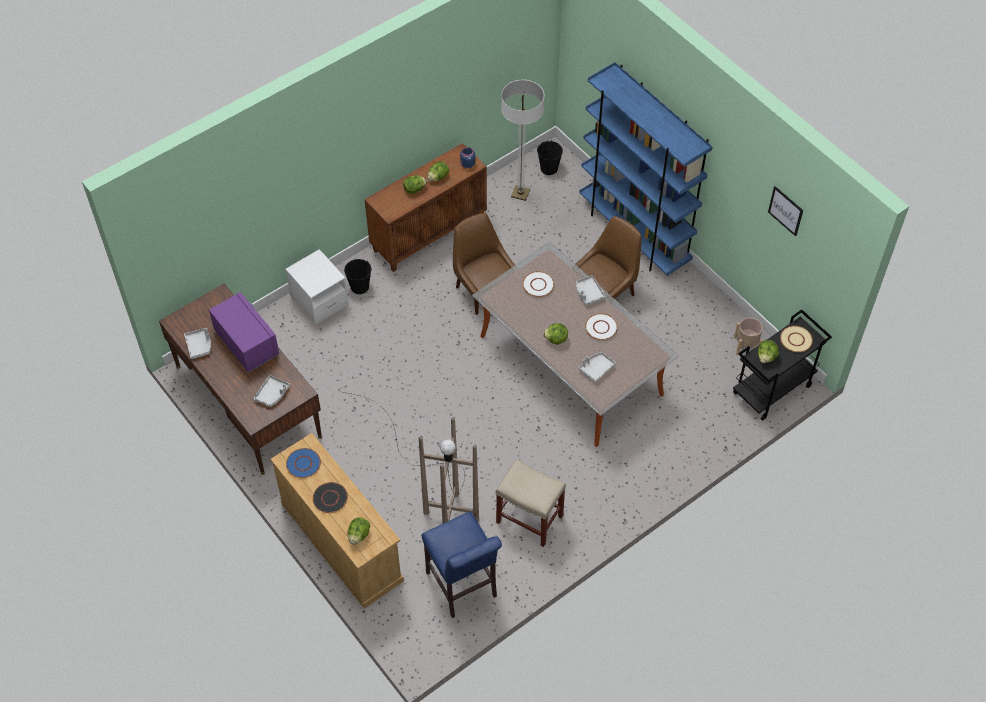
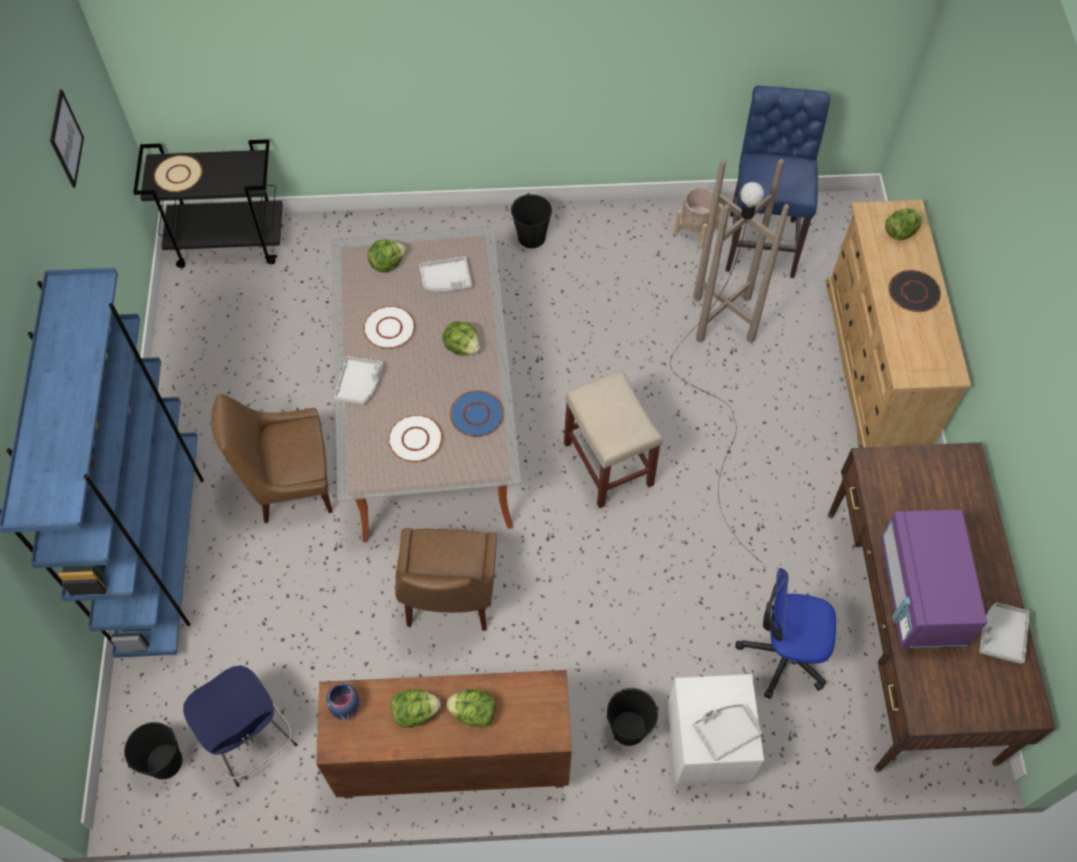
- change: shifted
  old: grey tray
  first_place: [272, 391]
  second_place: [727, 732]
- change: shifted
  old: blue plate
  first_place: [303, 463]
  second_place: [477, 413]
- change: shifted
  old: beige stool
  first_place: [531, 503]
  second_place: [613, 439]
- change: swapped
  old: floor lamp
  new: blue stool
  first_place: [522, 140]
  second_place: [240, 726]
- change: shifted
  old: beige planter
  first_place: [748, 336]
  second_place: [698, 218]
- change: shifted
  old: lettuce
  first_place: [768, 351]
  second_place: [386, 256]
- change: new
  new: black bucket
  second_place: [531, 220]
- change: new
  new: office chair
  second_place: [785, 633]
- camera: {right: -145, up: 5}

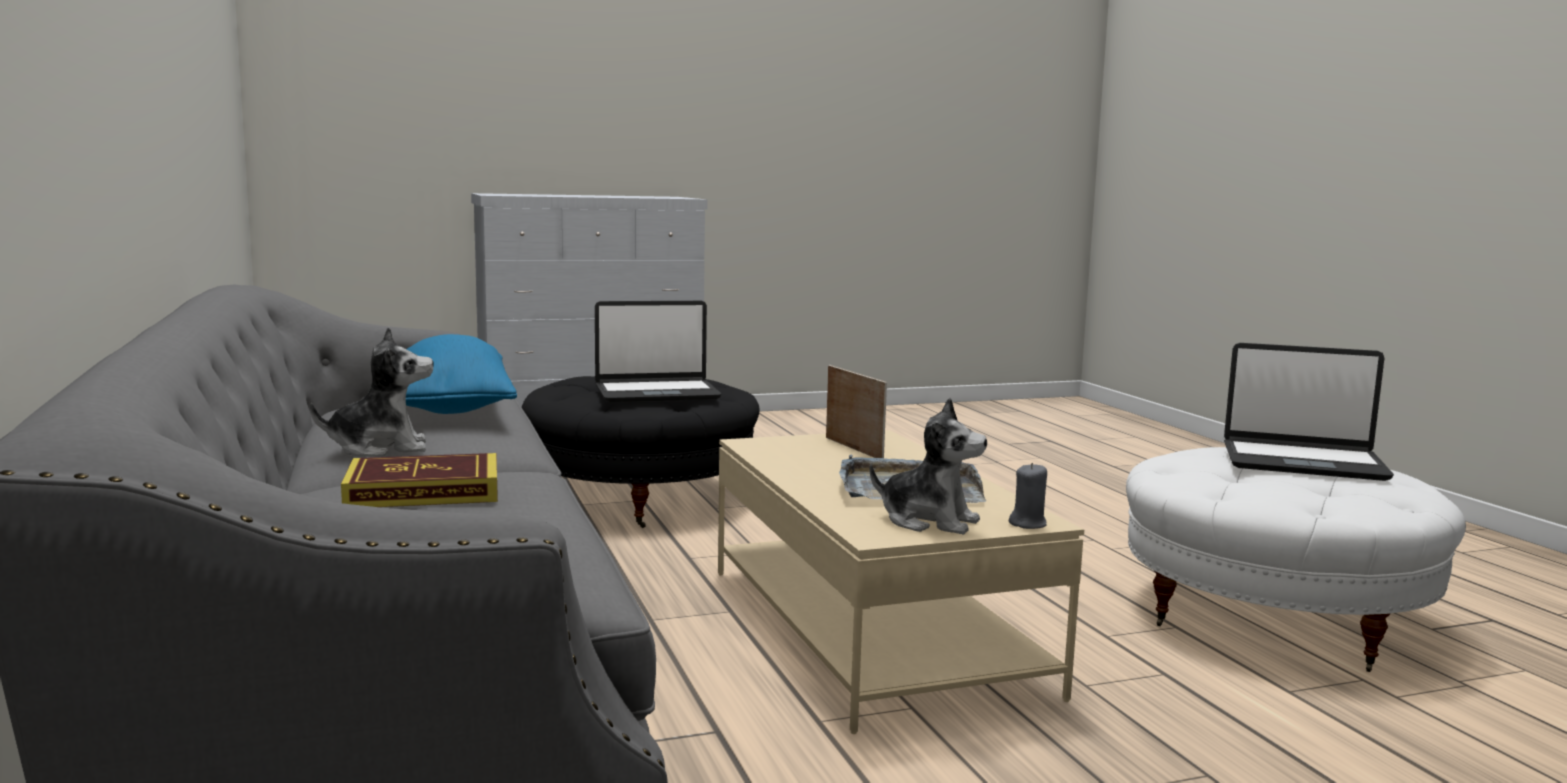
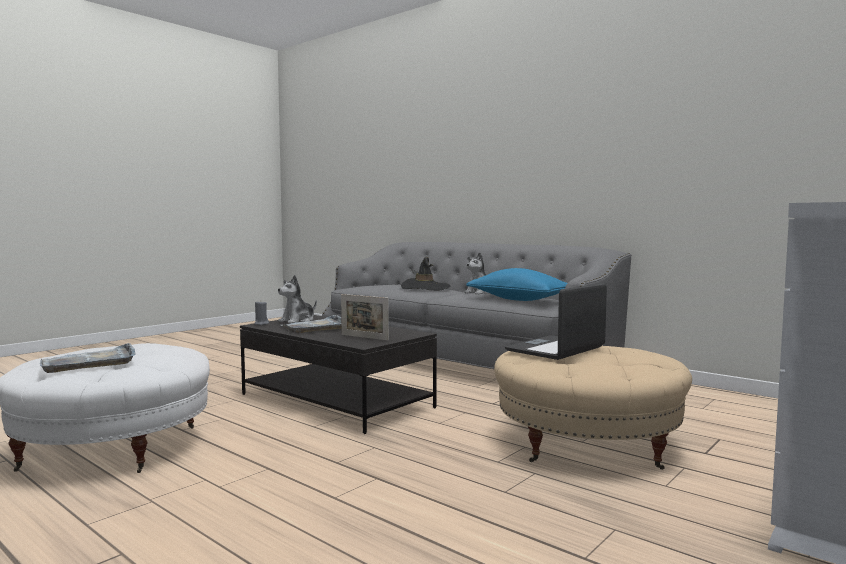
- change: swapped
  old: book
  new: black hat
  first_place: [419, 480]
  second_place: [425, 274]
- change: repainted
  old: black ottoman
  new: beige ottoman
  first_place: [641, 452]
  second_place: [593, 408]
- change: repainted
  old: beige coffee table
  new: black coffee table
  first_place: [901, 582]
  second_place: [338, 374]
- change: rotated
  old: plush toy
  first_place: [928, 466]
  second_place: [297, 299]
  degrees: -45
- change: swapped
  old: laptop
  new: grey tray
  first_place: [1309, 412]
  second_place: [88, 358]
- camera: {right: 150, up: -5}

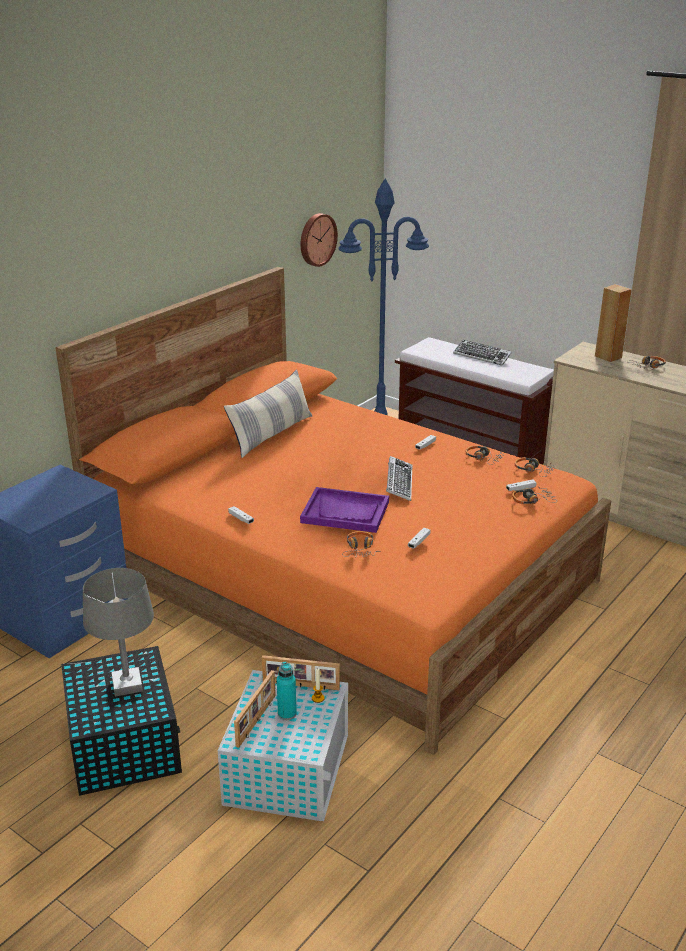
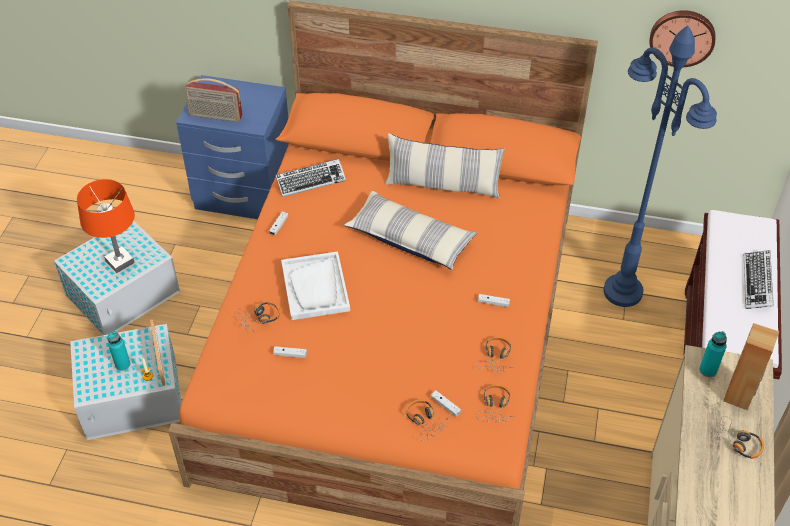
- change: repainted
  old: black storage box
  new: white storage box
  first_place: [121, 721]
  second_place: [117, 278]
- change: repainted
  old: grey table lamp
  new: orange table lamp
  first_place: [118, 632]
  second_place: [106, 226]
- change: gone
  old: picture frame
  first_place: [255, 709]
- change: repainted
  old: purple tray
  new: white tray
  first_place: [344, 510]
  second_place: [315, 285]
- change: shifted
  old: keyboard
  first_place: [399, 478]
  second_place: [310, 178]
- change: new
  new: radio
  second_place: [214, 100]
- change: new
  new: pillow
  second_place: [410, 230]
- change: new
  new: turquoise bottle
  second_place: [713, 354]
- camera: {right: 65, up: 20}

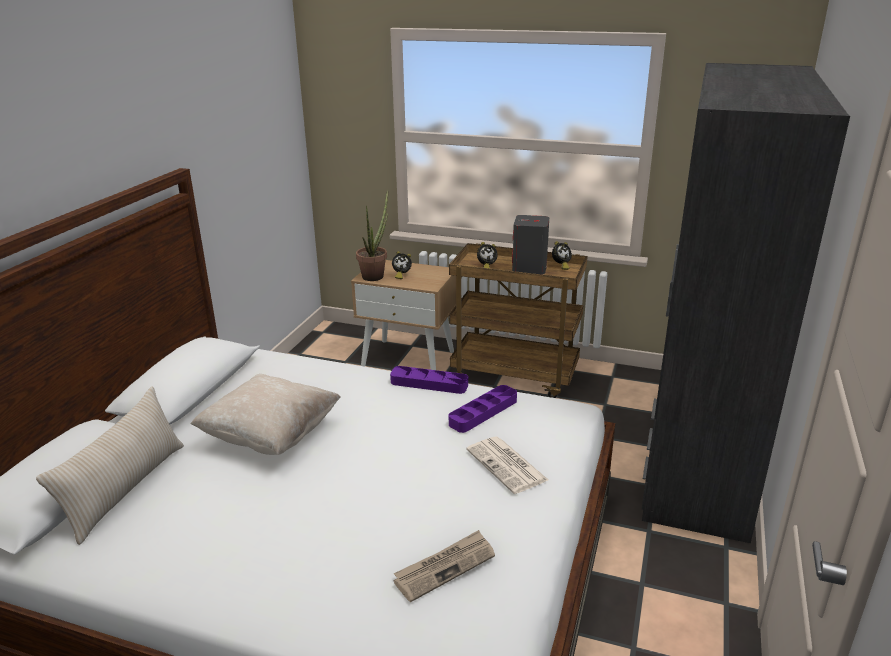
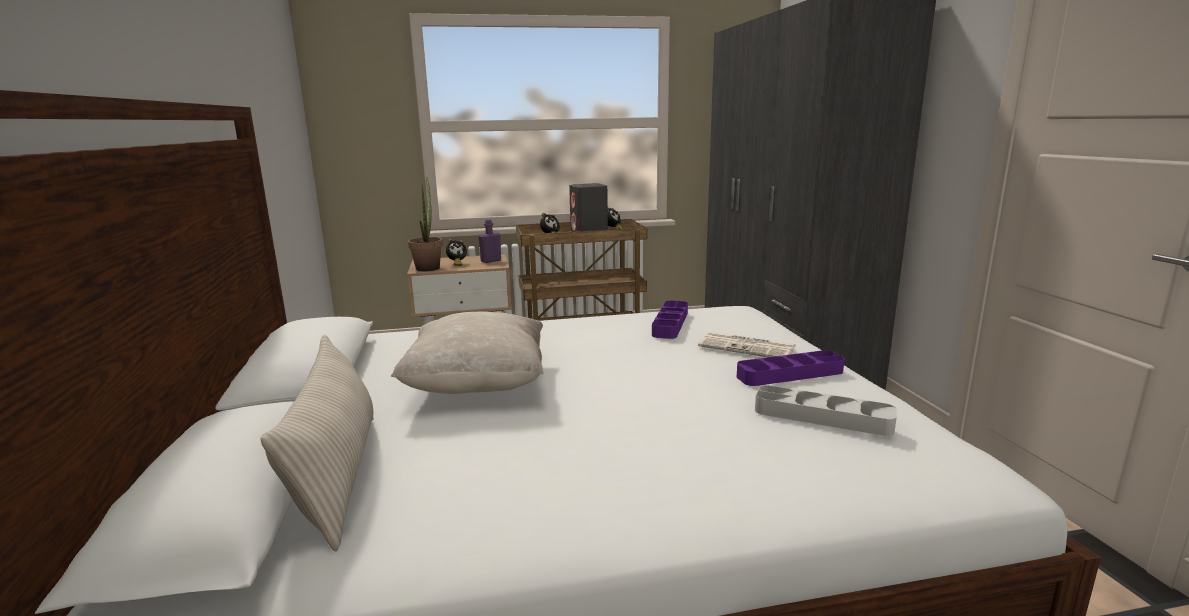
- change: shifted
  old: purple tray
  first_place: [429, 380]
  second_place: [791, 368]
- change: swapped
  old: newspaper
  new: grey tray
  first_place: [444, 566]
  second_place: [826, 410]
- change: new
  new: purple bottle
  second_place: [489, 241]
- camera: {right: -30, up: -10}

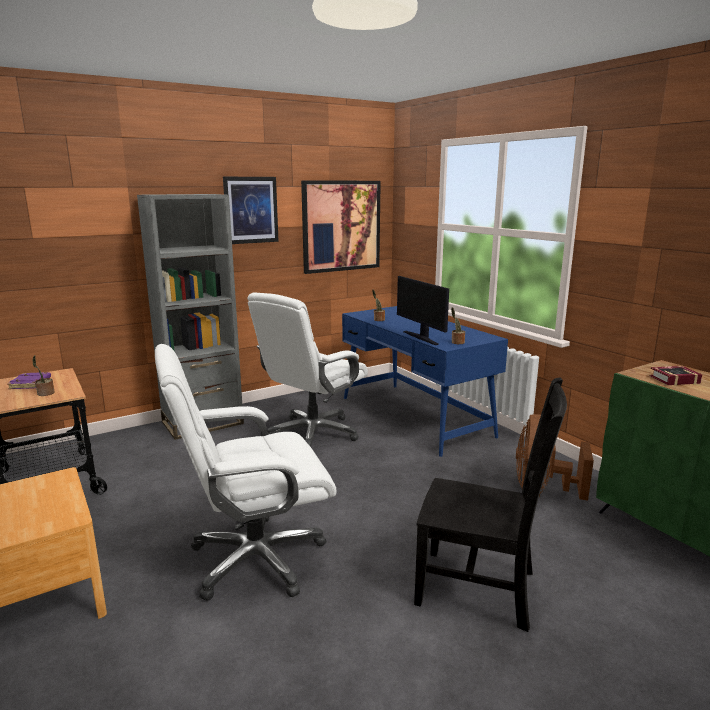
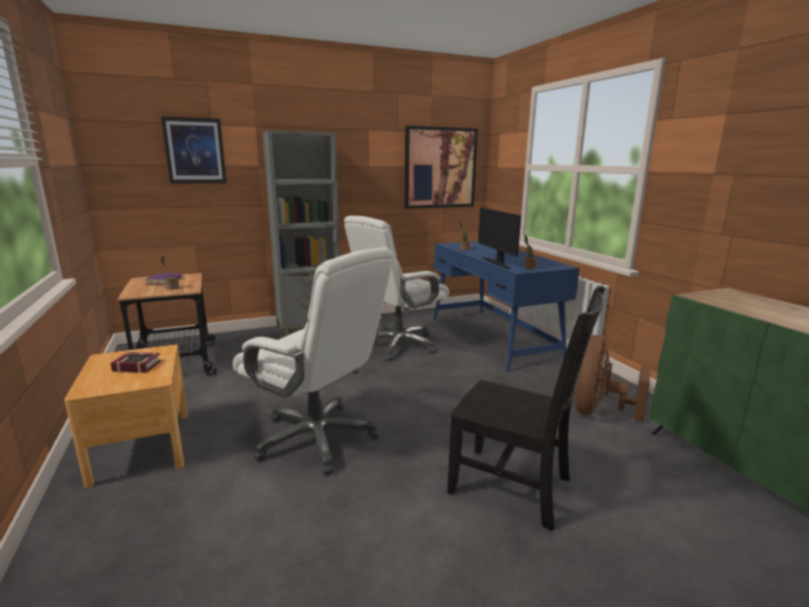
- change: rotated
  old: white office chair
  first_place: [246, 472]
  second_place: [313, 361]
  degrees: -135
- change: shifted
  old: picture
  first_place: [251, 210]
  second_place: [194, 150]
- change: shifted
  old: book
  first_place: [675, 376]
  second_place: [135, 362]
- camera: {right: 10, up: 0}

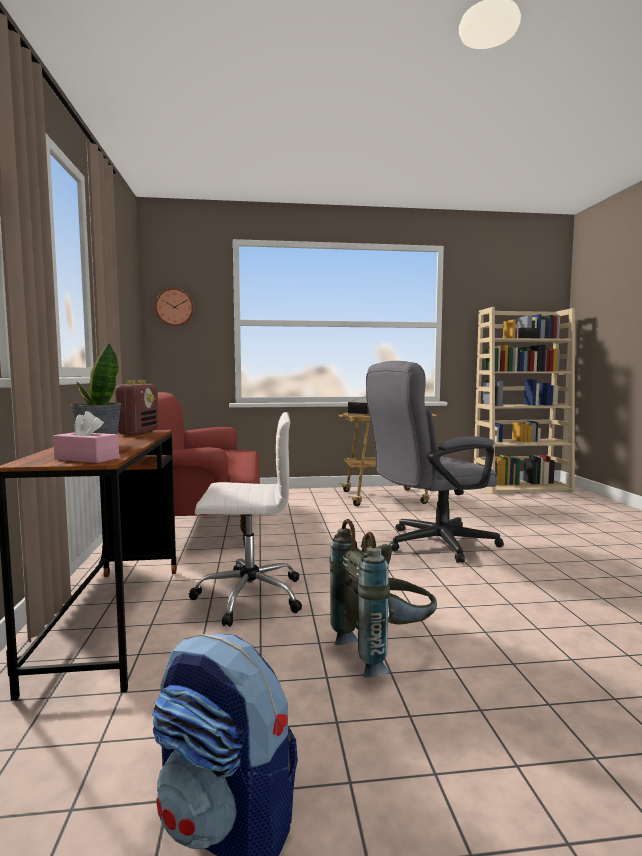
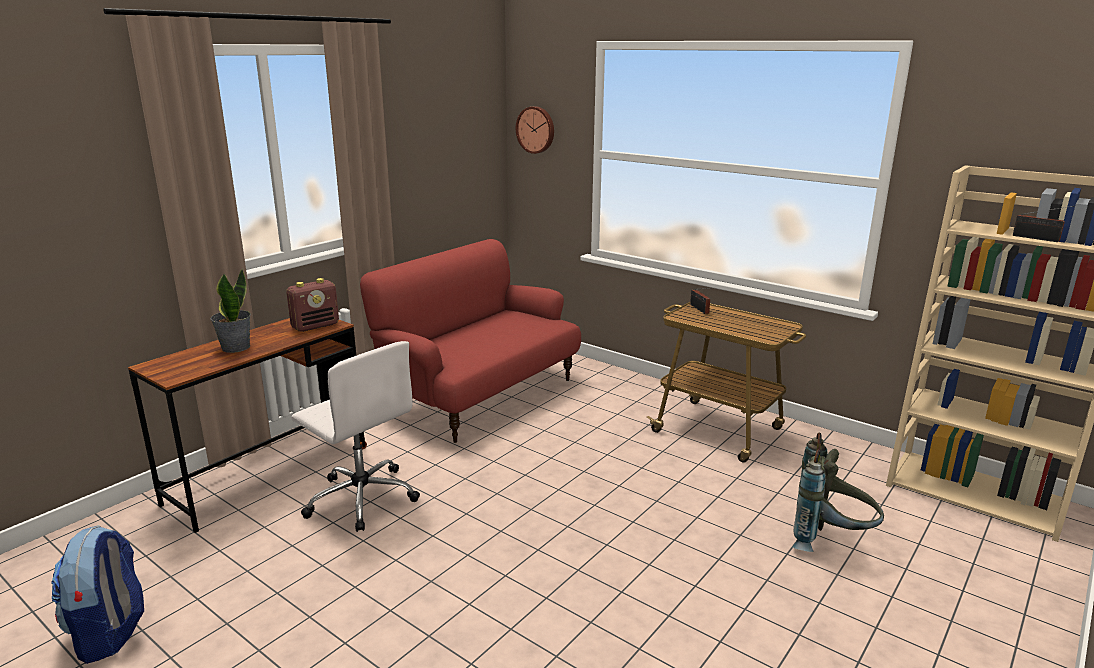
- change: gone
  old: pink tissue box
  first_place: [86, 437]
- change: shifted
  old: grey backpack
  first_place: [383, 598]
  second_place: [838, 492]
- change: gone
  old: grey office chair
  first_place: [435, 462]
- camera: {right: 45, up: 15}

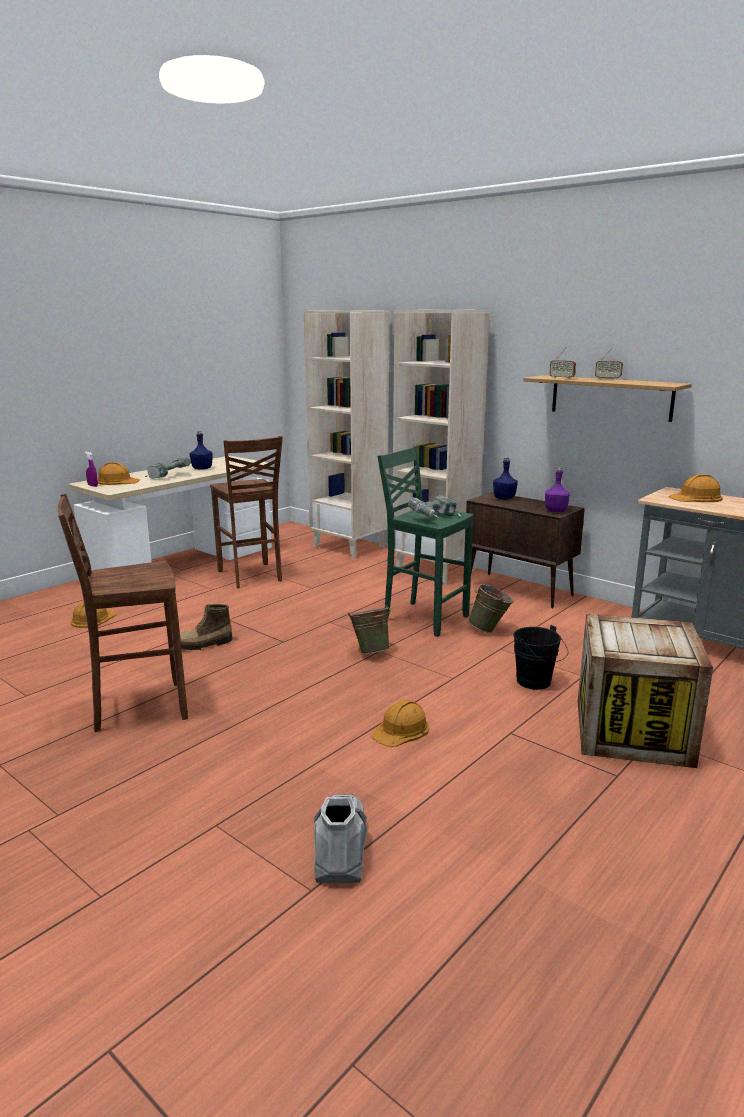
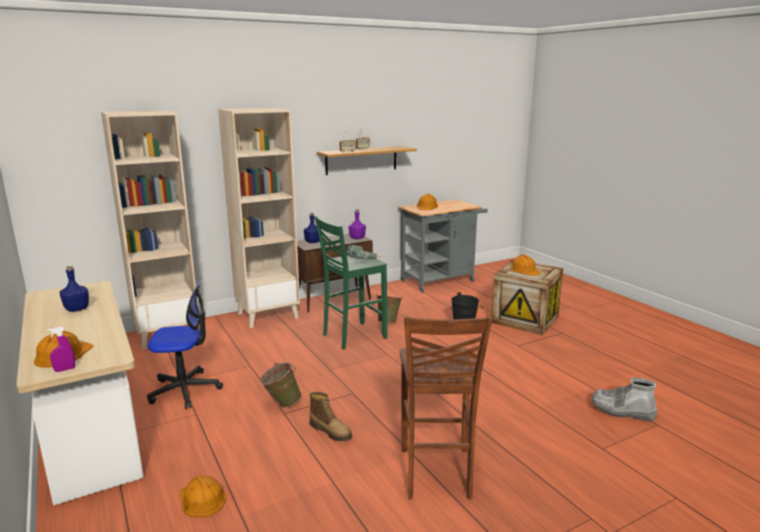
- change: gone
  old: power drill
  first_place: [168, 468]
- change: rotated
  old: boot
  first_place: [206, 627]
  second_place: [330, 416]
  degrees: -45
- change: swapped
  old: brown stool
  new: office chair
  first_place: [246, 512]
  second_place: [185, 343]
- change: shifted
  old: green bucket
  first_place: [369, 629]
  second_place: [281, 385]
- change: shifted
  old: orange hard hat
  first_place: [400, 723]
  second_place: [526, 265]
- camera: {right: -70, up: 0}

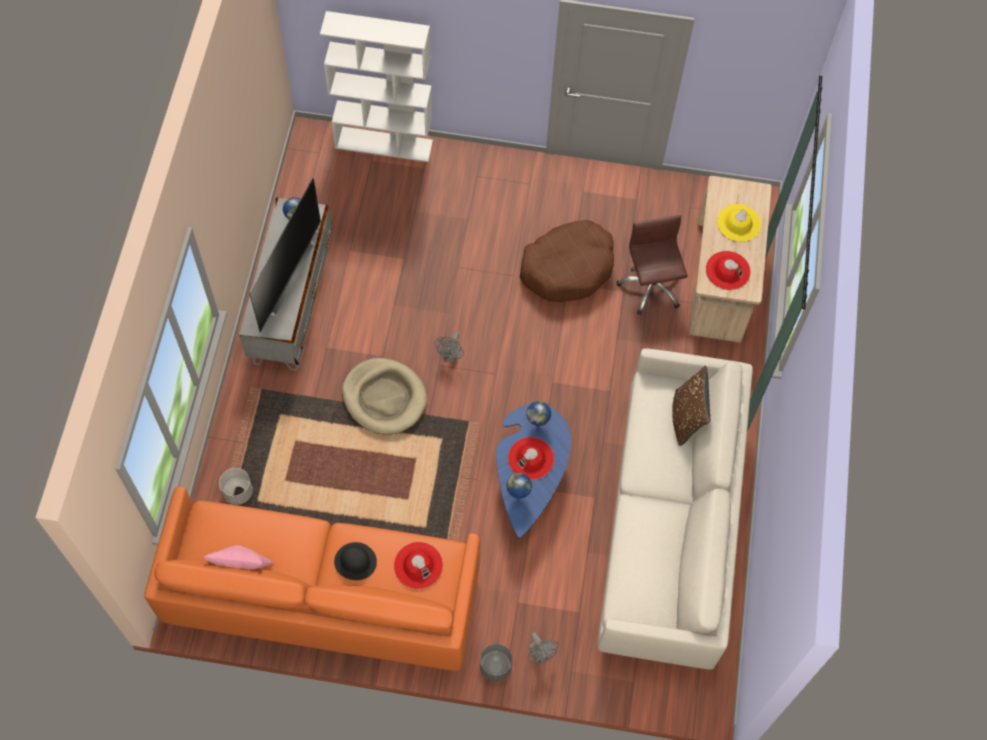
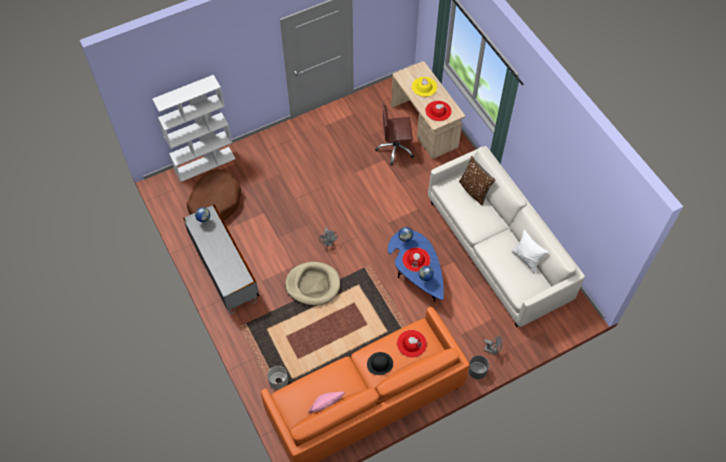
- change: gone
  old: television
  first_place: [285, 255]
- change: shifted
  old: brown dog bed
  first_place: [567, 261]
  second_place: [214, 195]
- change: rotated
  old: brown office chair
  first_place: [652, 265]
  second_place: [394, 134]
  degrees: -45
- change: new
  new: white pillow
  second_place: [530, 251]
- camera: {right: -35, up: -5}

